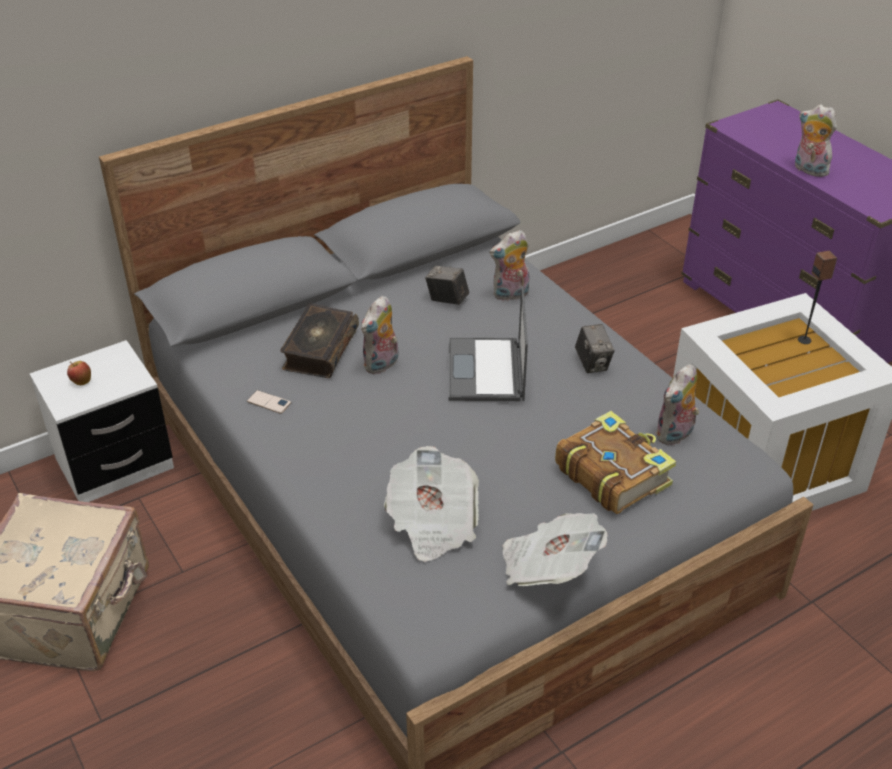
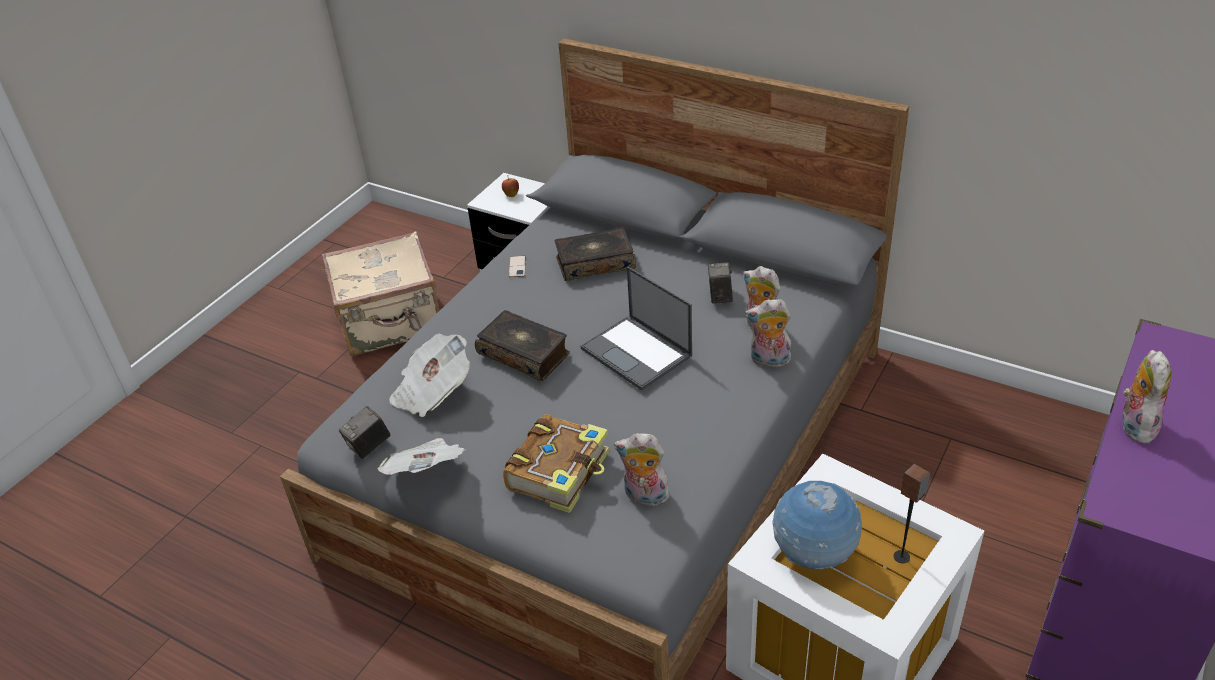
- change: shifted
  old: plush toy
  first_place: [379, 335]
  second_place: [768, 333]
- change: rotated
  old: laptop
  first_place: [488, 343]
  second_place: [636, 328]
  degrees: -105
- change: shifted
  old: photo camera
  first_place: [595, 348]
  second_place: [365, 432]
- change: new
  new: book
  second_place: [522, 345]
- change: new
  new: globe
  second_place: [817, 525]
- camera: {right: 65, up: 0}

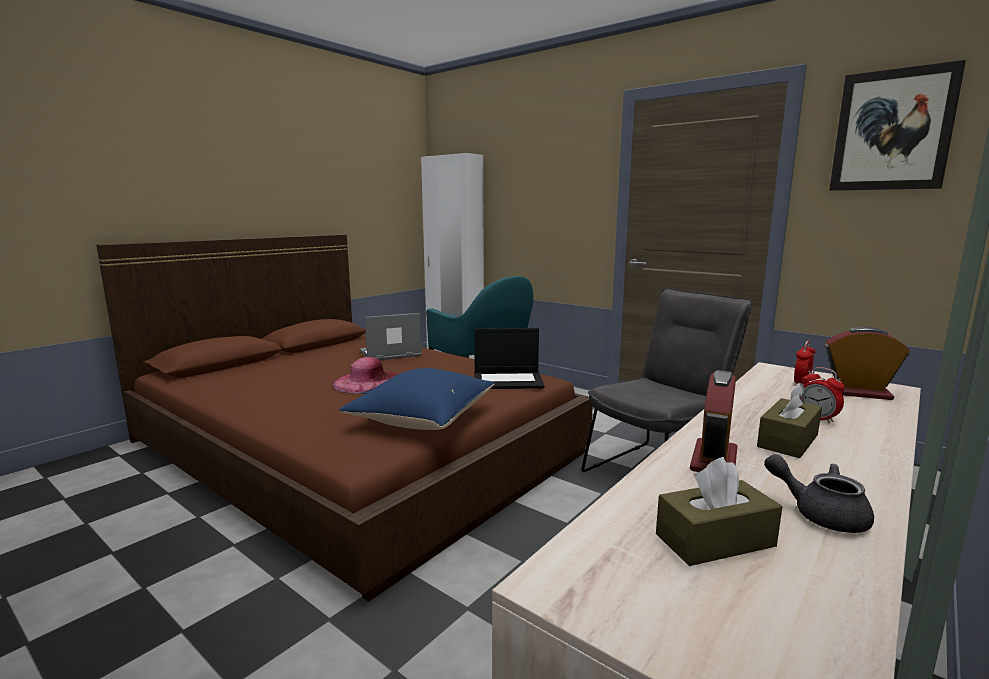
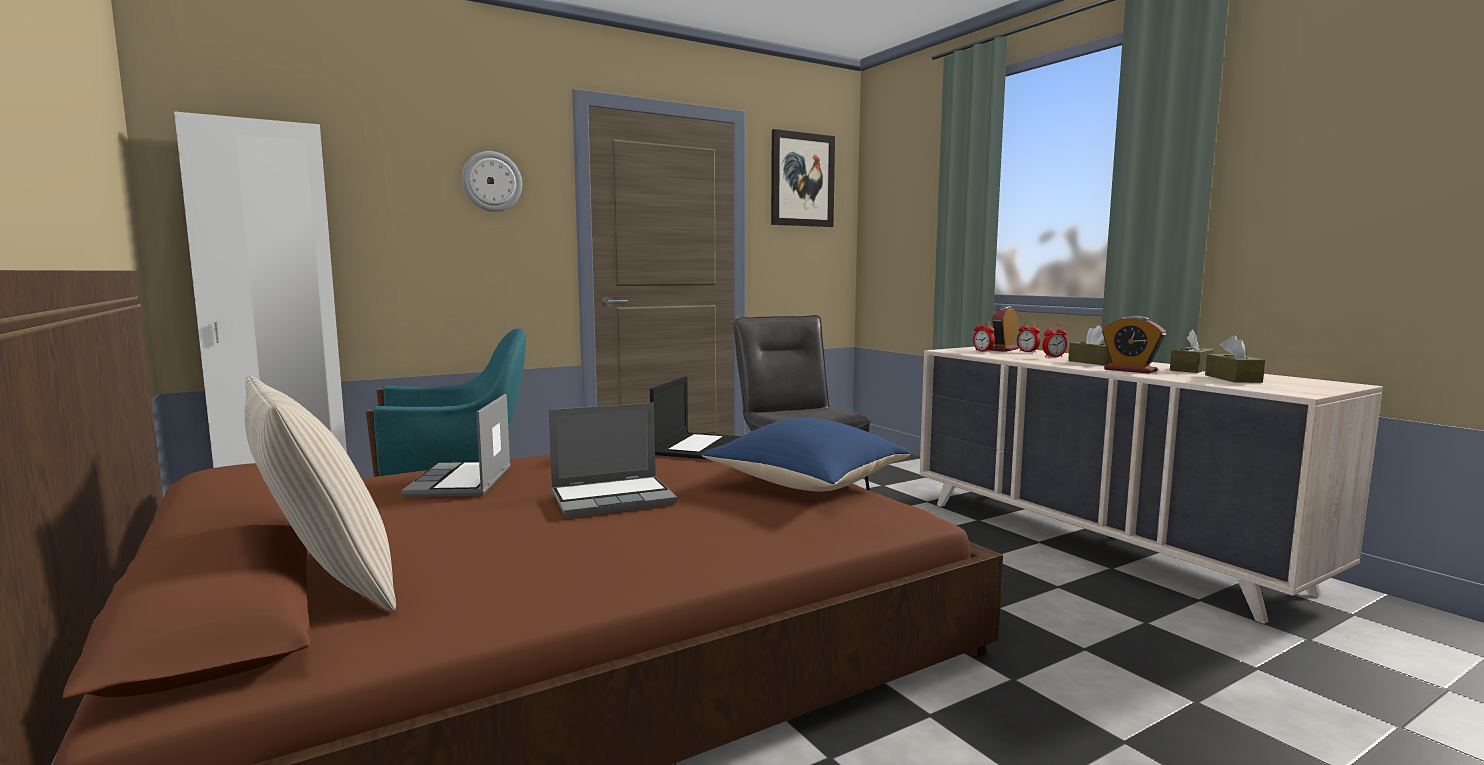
- change: swapped
  old: pink hat
  new: laptop
  first_place: [365, 375]
  second_place: [612, 460]
- change: swapped
  old: grey teapot
  new: brown tissue box
  first_place: [819, 493]
  second_place: [1192, 351]
- change: new
  new: beige pillow
  second_place: [320, 493]
- change: new
  new: wall clock
  second_place: [492, 181]
- change: new
  new: alarm clock
  second_place: [1028, 337]
- camera: {right: -70, up: -5}

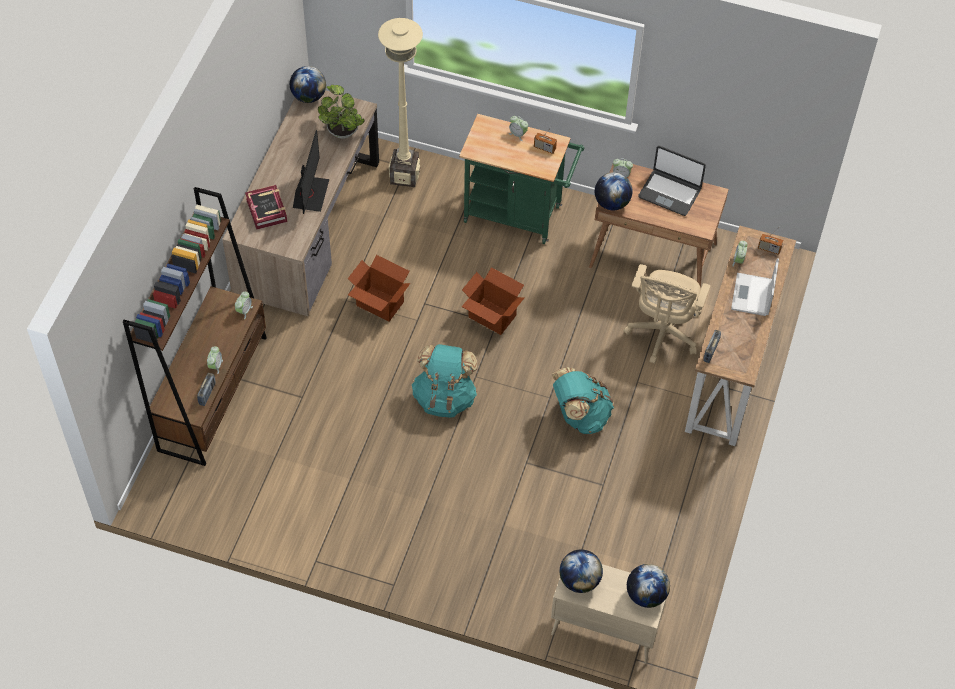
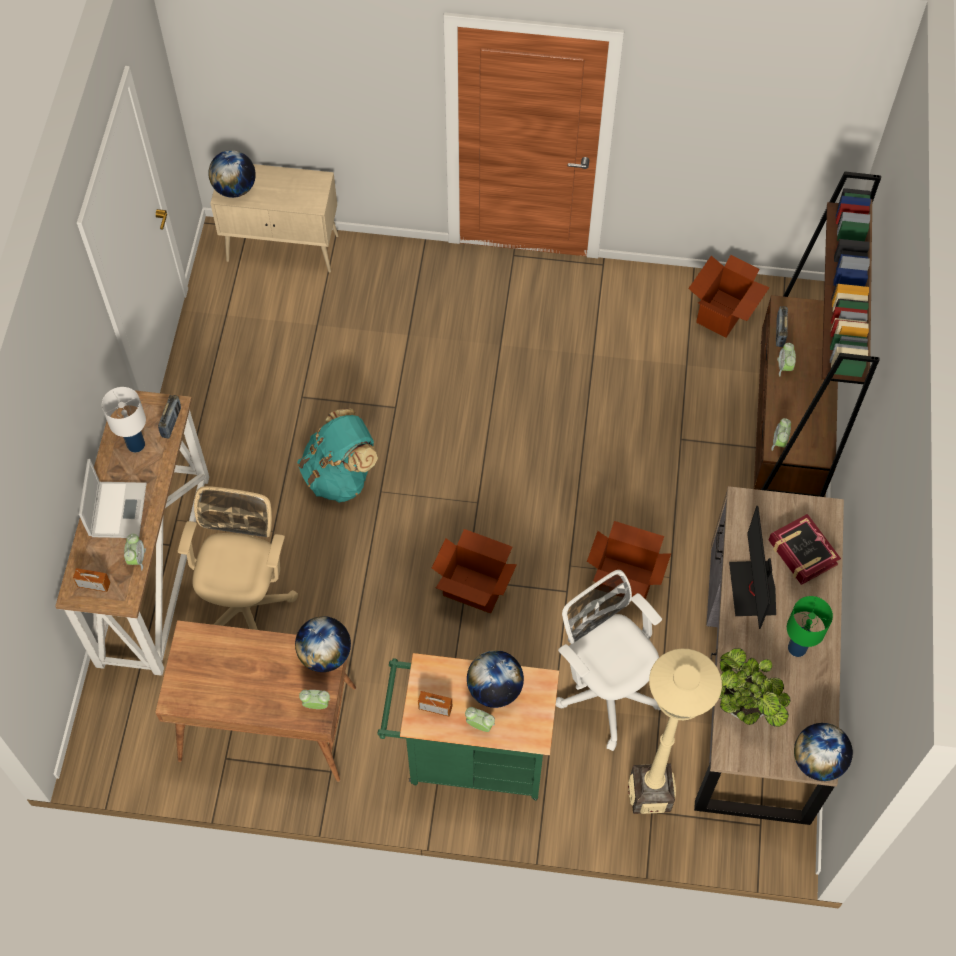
- change: gone
  old: turquoise backpack
  first_place: [444, 381]
- change: shifted
  old: globe
  first_place: [581, 571]
  second_place: [495, 679]
- change: gone
  old: laptop
  first_place: [672, 181]
- change: new
  new: white table lamp
  second_place: [124, 420]
- change: new
  new: white office chair
  second_place: [609, 660]
- change: new
  new: cardboard box
  second_place: [729, 296]
- change: new
  new: green table lamp
  second_place: [810, 626]
- camera: {right: 170, up: 5}

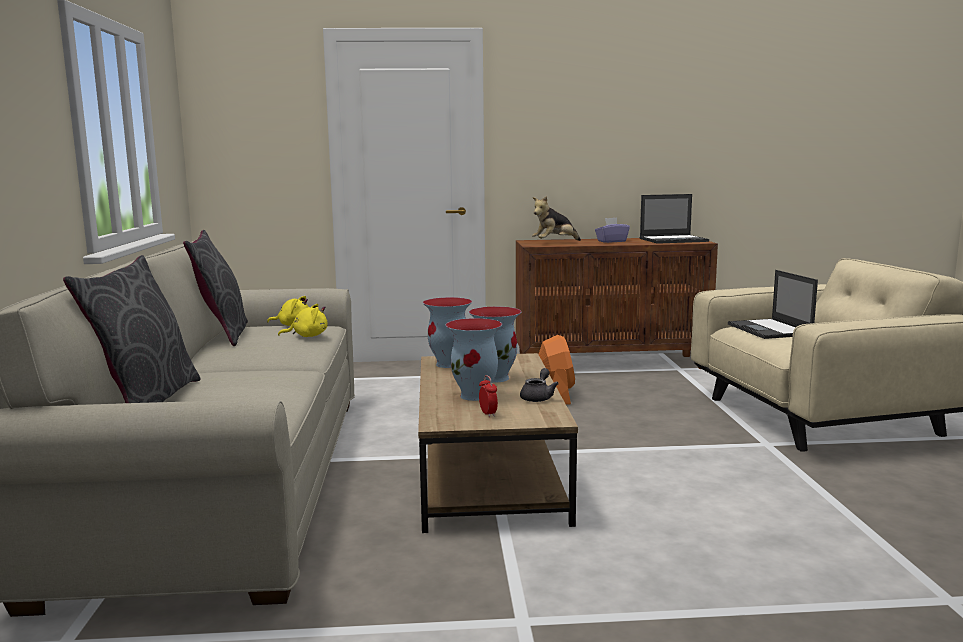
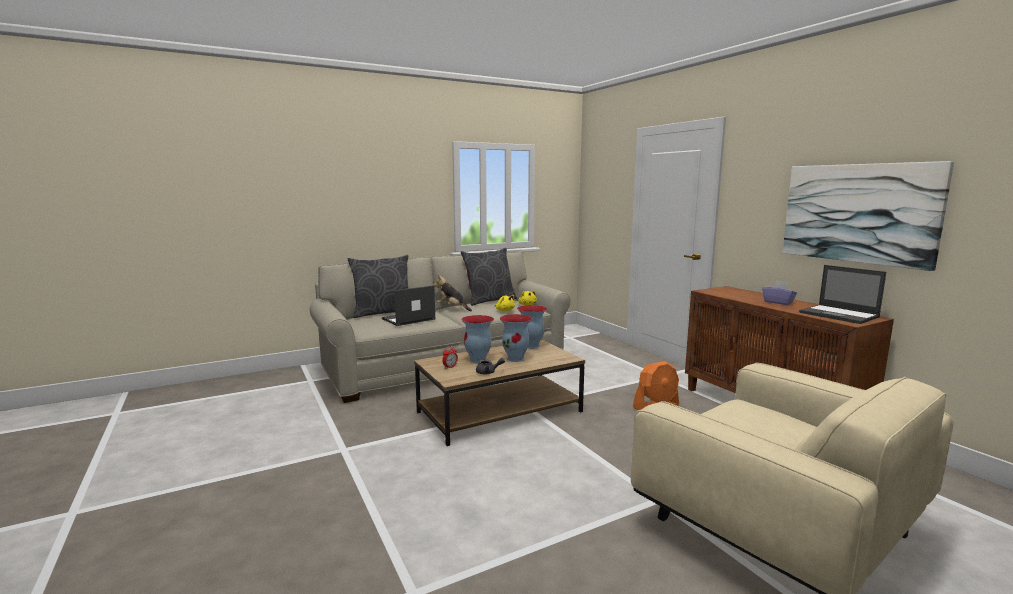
- change: shifted
  old: plush toy
  first_place: [556, 218]
  second_place: [452, 293]
- change: shifted
  old: laptop
  first_place: [773, 304]
  second_place: [409, 305]
- change: new
  new: picture
  second_place: [868, 216]
- camera: {right: 65, up: 0}

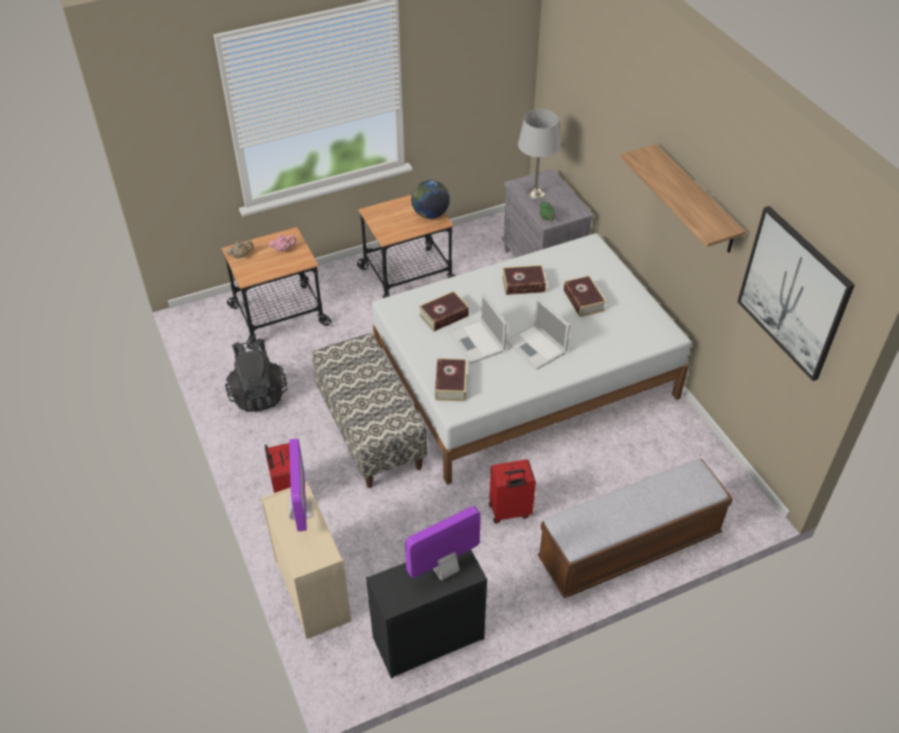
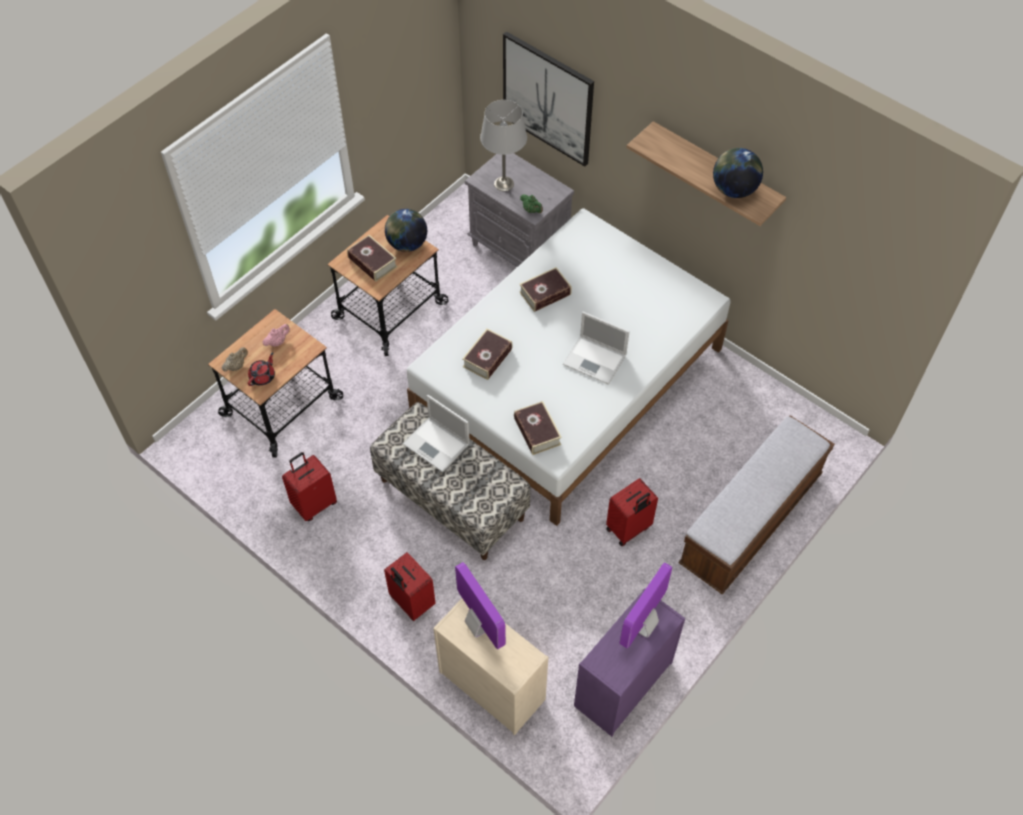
- change: swapped
  old: black backpack
  new: red suitcase
  first_place: [256, 375]
  second_place: [309, 486]
- change: repainted
  old: black dresser
  new: purple dresser
  first_place: [426, 614]
  second_place: [629, 662]
- change: shifted
  old: laptop
  first_place: [477, 328]
  second_place: [436, 433]
- change: shifted
  old: book
  first_place: [585, 296]
  second_place: [372, 258]
- change: shifted
  old: picture
  first_place: [796, 293]
  second_place: [548, 99]
- change: new
  new: red teapot
  second_place: [261, 369]
- change: new
  new: globe
  second_place: [738, 173]
- camera: {right: -25, up: 10}

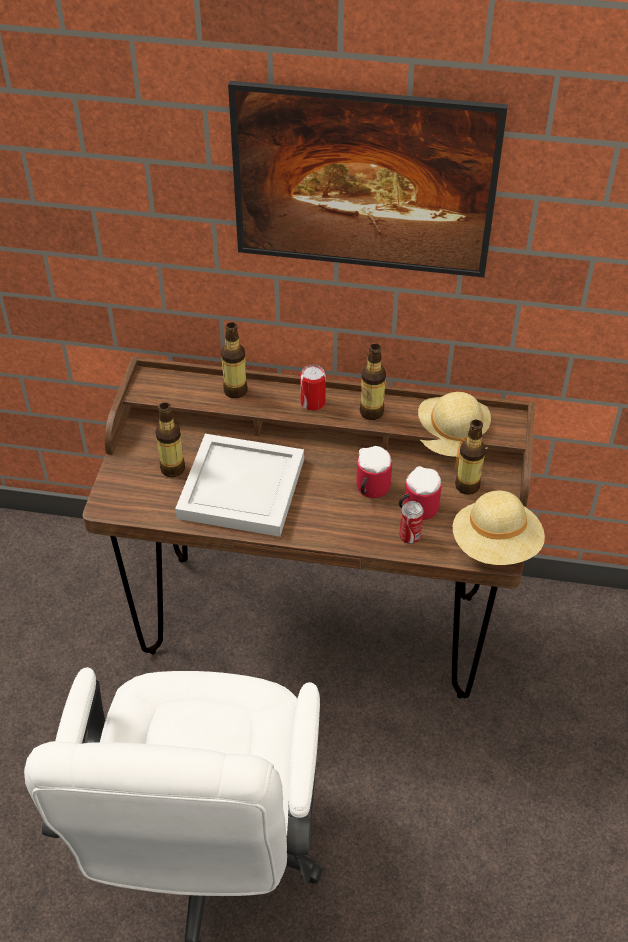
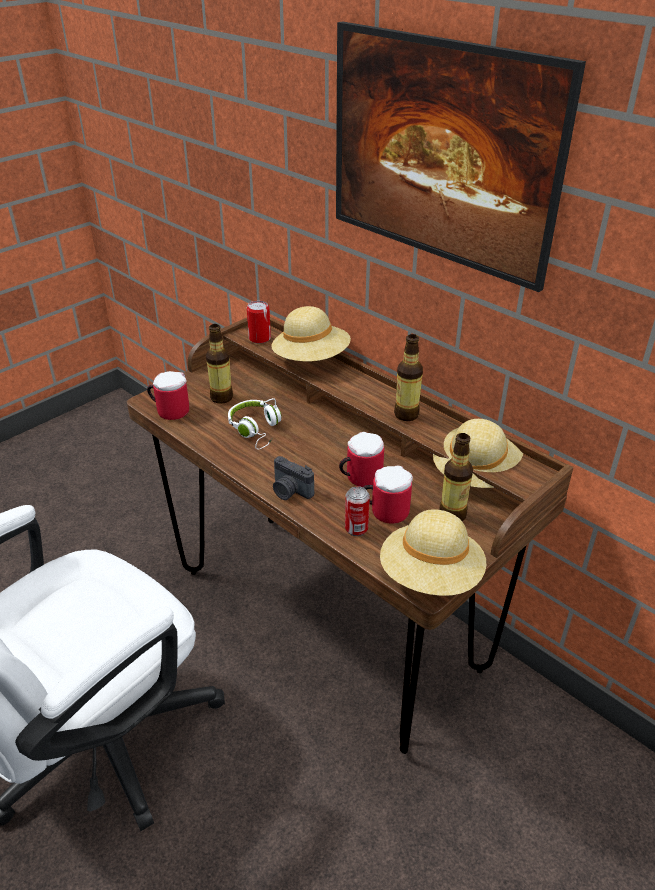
- change: swapped
  old: white tray
  new: white headphones
  first_place: [239, 485]
  second_place: [255, 424]
- change: swapped
  old: bottle
  new: beige hat
  first_place: [234, 360]
  second_place: [311, 333]
- change: shifted
  old: can
  first_place: [313, 388]
  second_place: [259, 322]
- change: new
  new: mug
  second_place: [168, 395]
- change: new
  new: photo camera
  second_place: [293, 478]
- camera: {right: 35, up: -10}

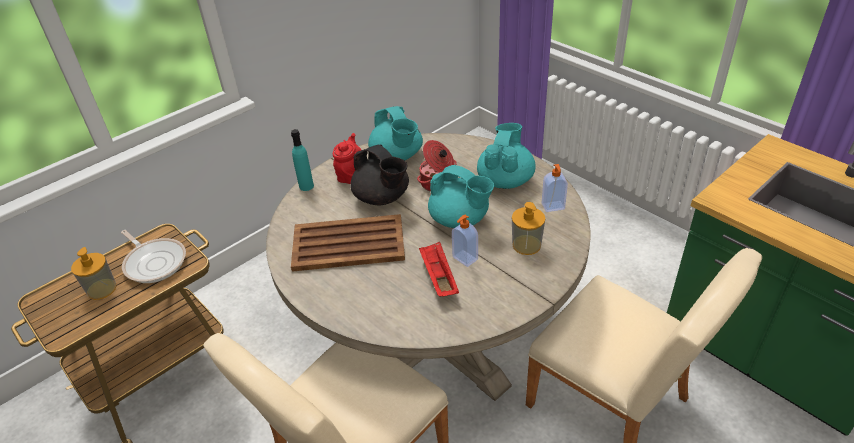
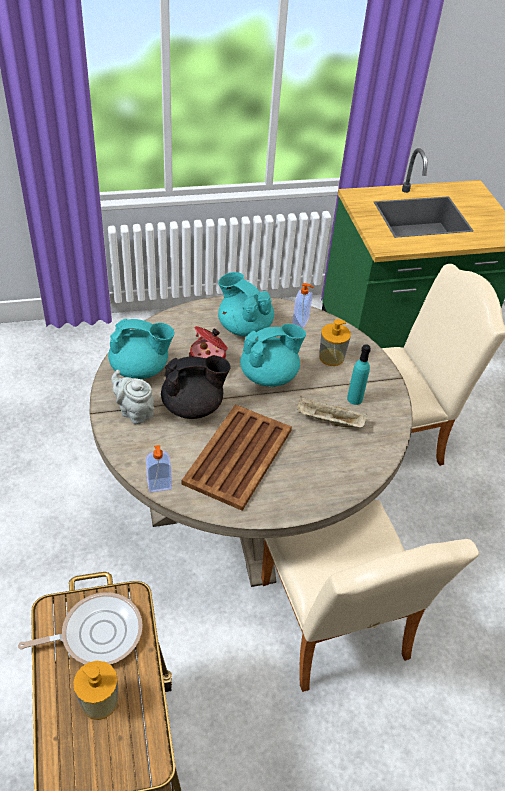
- change: shifted
  old: turquoise bottle
  first_place: [302, 160]
  second_place: [359, 374]
- change: repainted
  old: red teapot
  new: grey teapot
  first_place: [347, 158]
  second_place: [132, 397]
- change: repainted
  old: red tray
  new: beige tray
  first_place: [439, 269]
  second_place: [332, 412]
- change: shifted
  old: soap dispenser
  first_place: [465, 241]
  second_place: [159, 468]
- camera: {right: -65, up: 5}

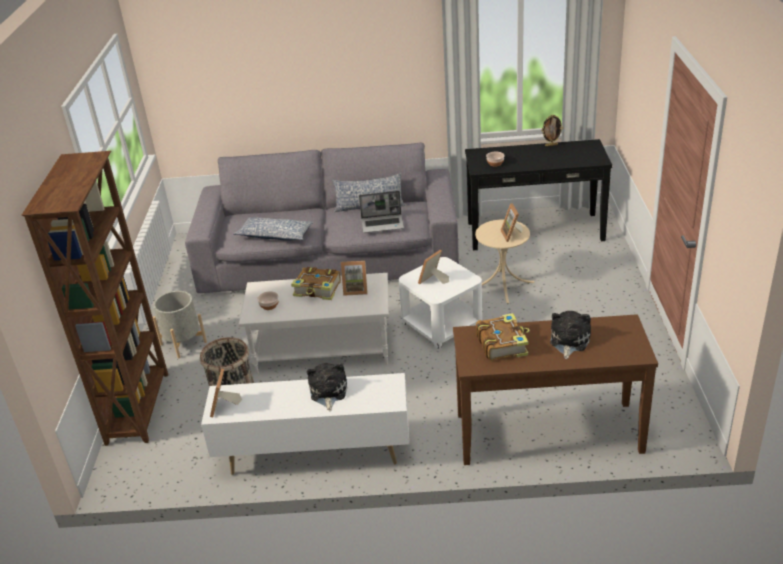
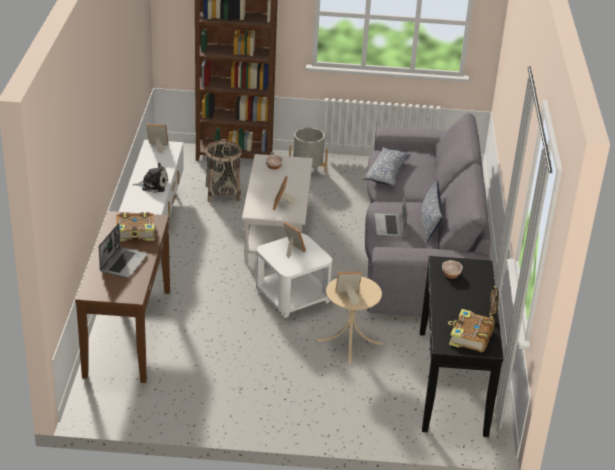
- change: shifted
  old: book
  first_place: [316, 283]
  second_place: [471, 330]
- change: swapped
  old: plush toy
  new: laptop
  first_place: [570, 335]
  second_place: [123, 250]
- camera: {right: 90, up: 0}

